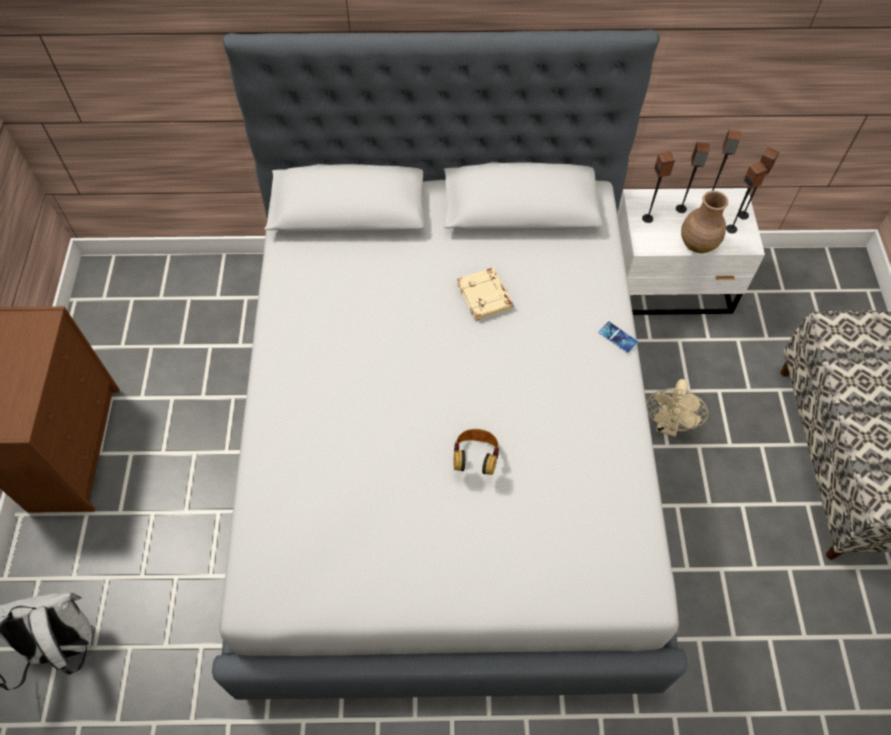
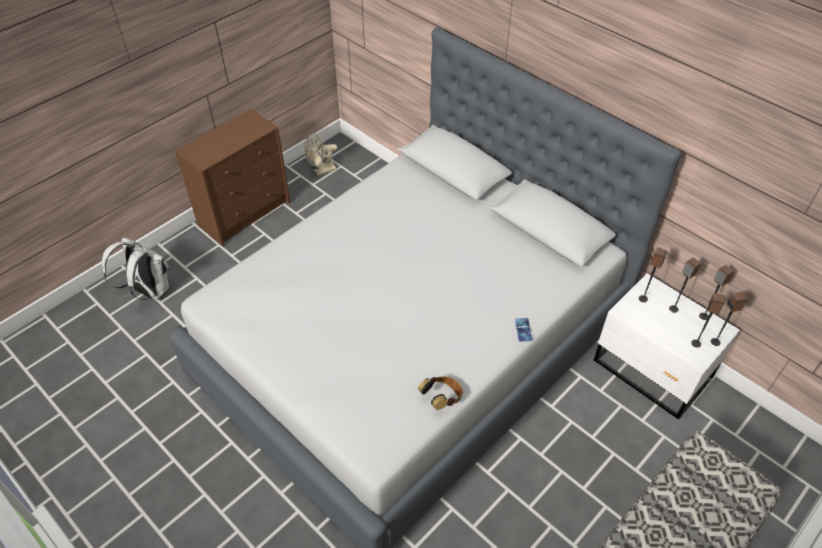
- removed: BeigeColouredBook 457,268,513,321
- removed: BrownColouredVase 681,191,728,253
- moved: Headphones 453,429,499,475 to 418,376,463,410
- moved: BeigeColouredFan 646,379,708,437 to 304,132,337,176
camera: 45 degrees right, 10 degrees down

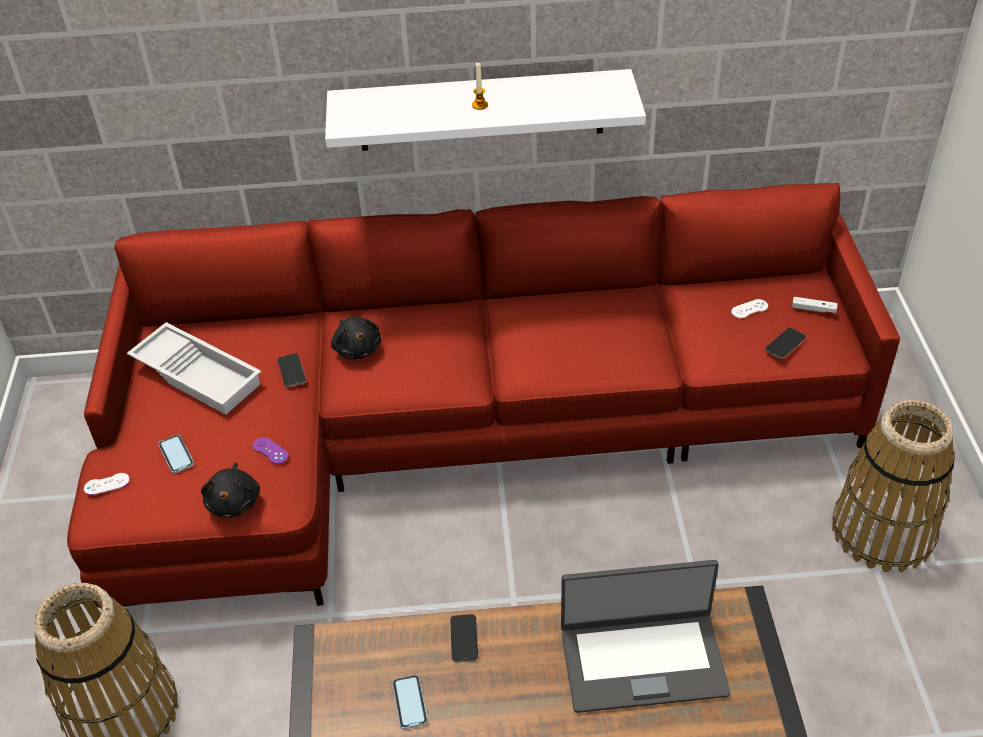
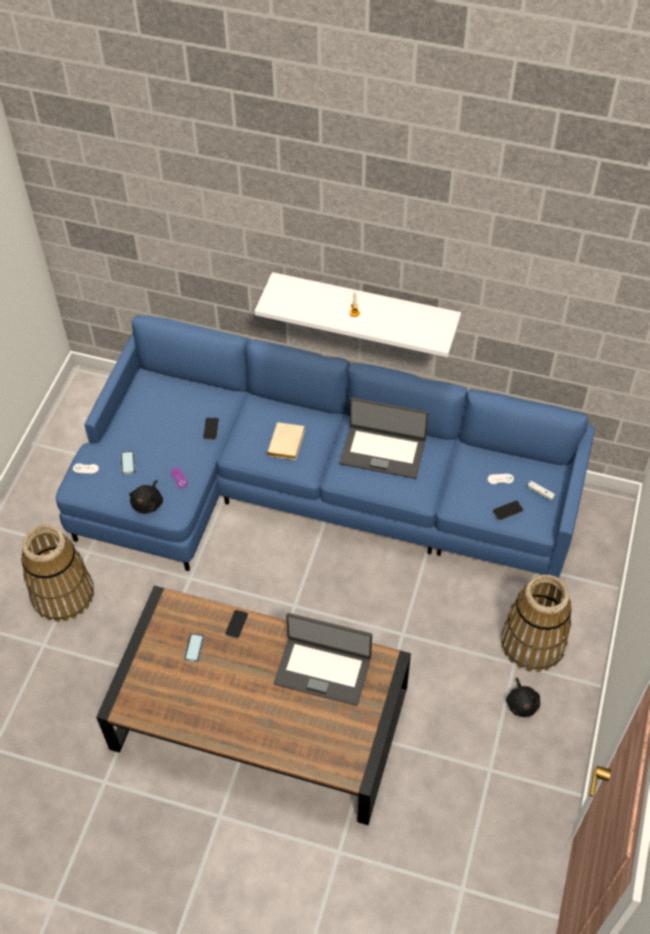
- removed: WhiteColouredCarryingTray 127,322,261,415
- added: BeigeColouredBook 267,422,305,460
- added: NotebookComputer 340,397,428,479
- moved: BlackColouredCuddlyToy 331,317,381,359 to 506,678,540,717
- recoloured: RedColouredSettee 67,183,900,611 to BlueSettee 56,315,595,578
camera: 20 degrees right, 10 degrees up

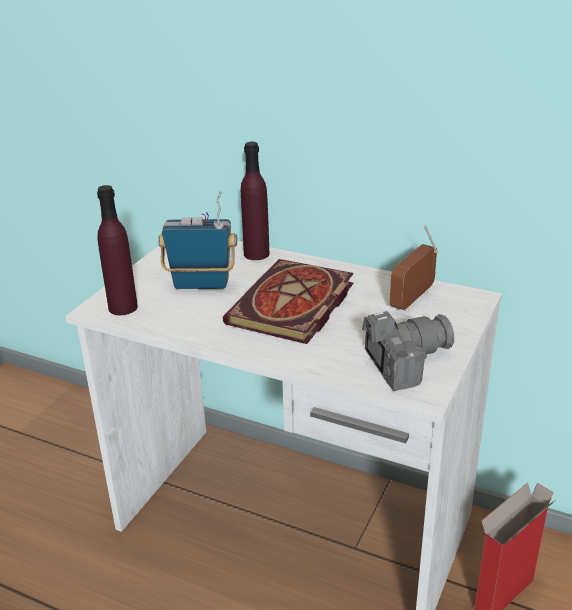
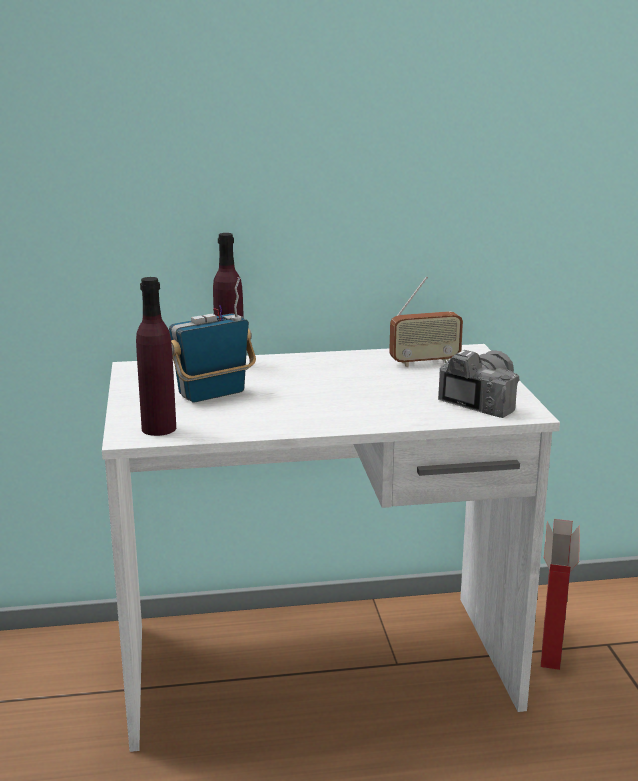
- removed: Book 223,259,354,344
- turned: Radio 390,225,439,312 = 389,276,463,367 105 degrees counterclockwise
camera: 35 degrees left, 10 degrees down

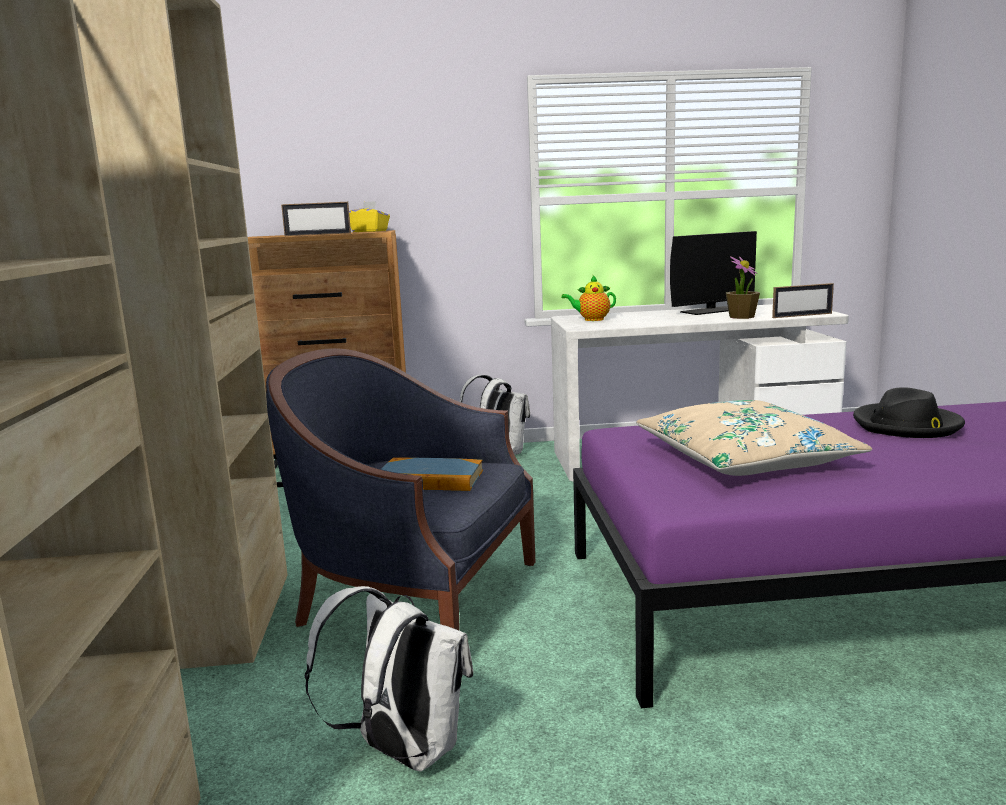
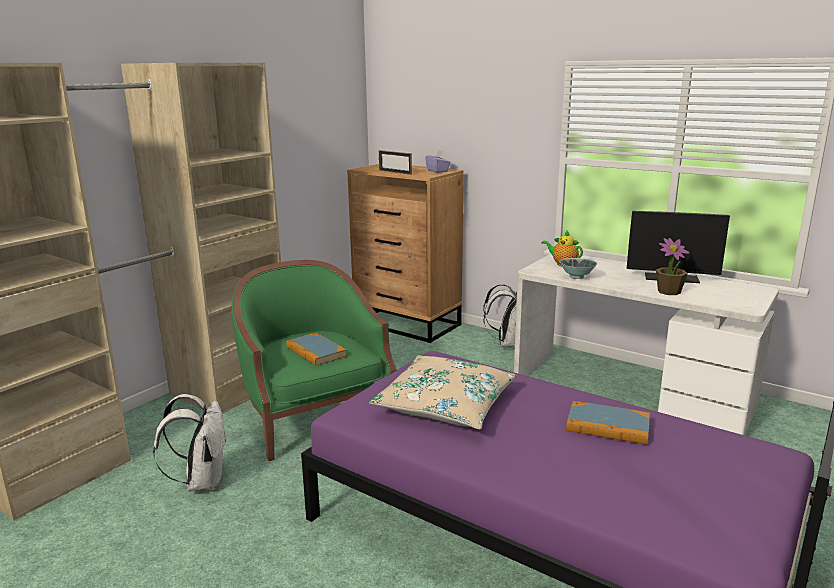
- removed: PhotoFrame 772,283,834,318
- added: Bowl 559,258,597,279
- replaced: BlackColouredClothingHat 853,387,965,438 to Book 566,401,650,444
- recoloured: BlueLoungeChair 266,348,535,631 to GreenLoungeChair 231,260,397,461
- recoloured: YellowColouredBoxOfTissues 349,201,390,232 to PurpleColouredBoxOfTissues 425,150,450,173
camera: 40 degrees right, 5 degrees up

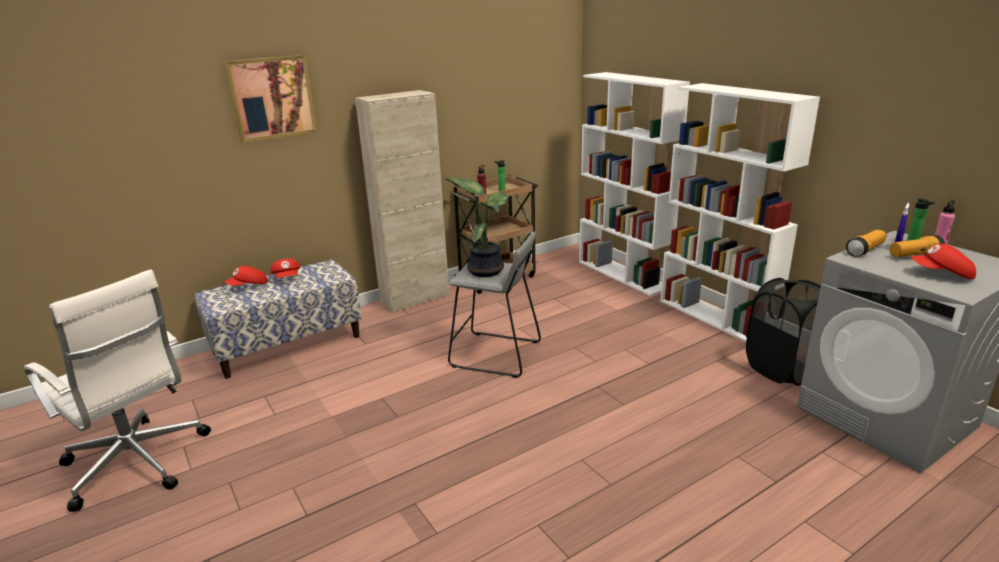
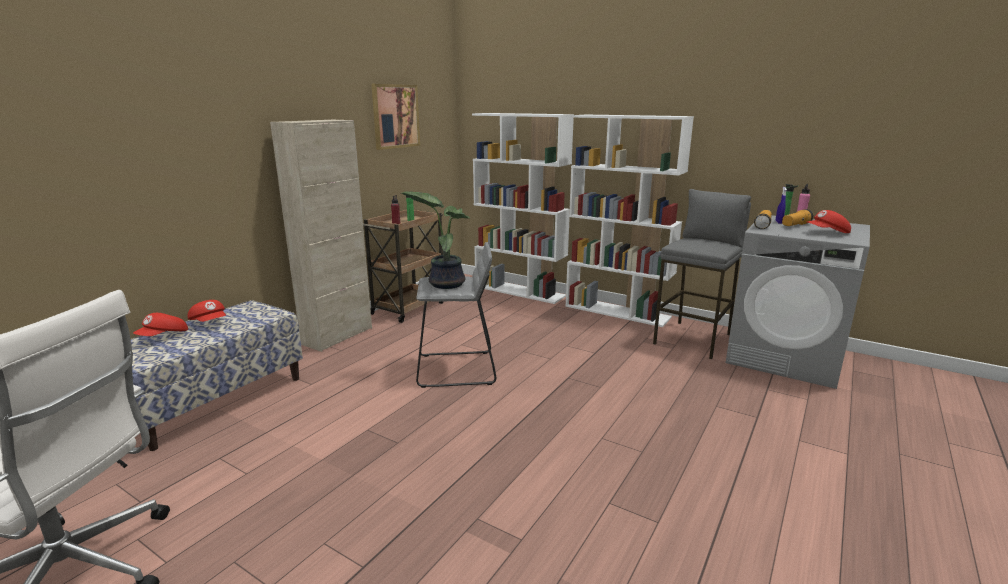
- moved: Picture 225,55,317,143 to 371,84,420,150
- replaced: BlackColouredHamper 746,278,821,386 to GreyishStool 653,189,751,359
camera: 25 degrees left, 5 degrees down

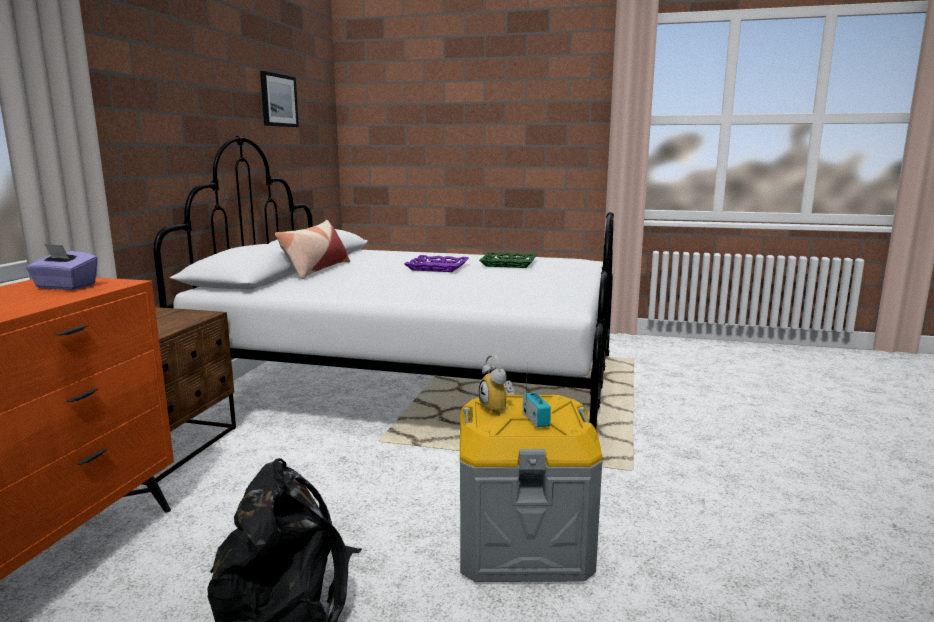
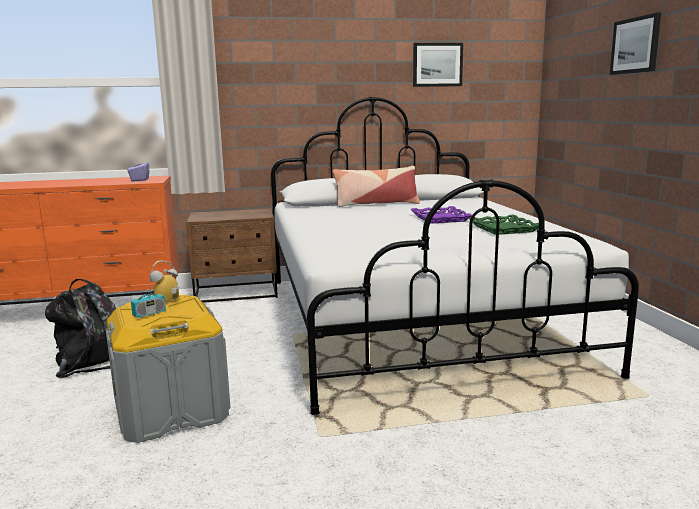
- added: Picture 610,13,661,75
camera: 65 degrees right, 0 degrees up

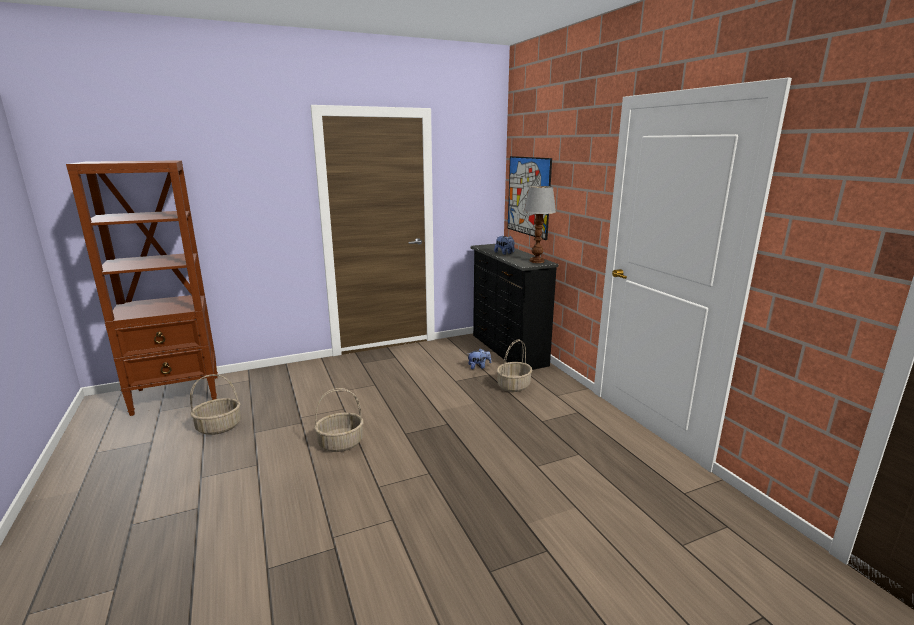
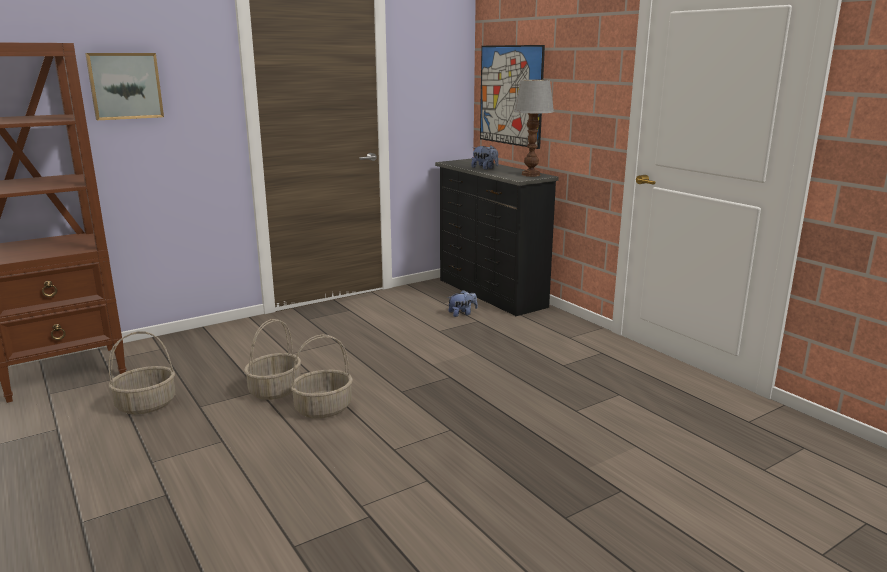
- added: Picture 85,53,164,120
- moved: HouseholdBasket 497,340,532,392 to 244,319,301,400
camera: 10 degrees left, 0 degrees up

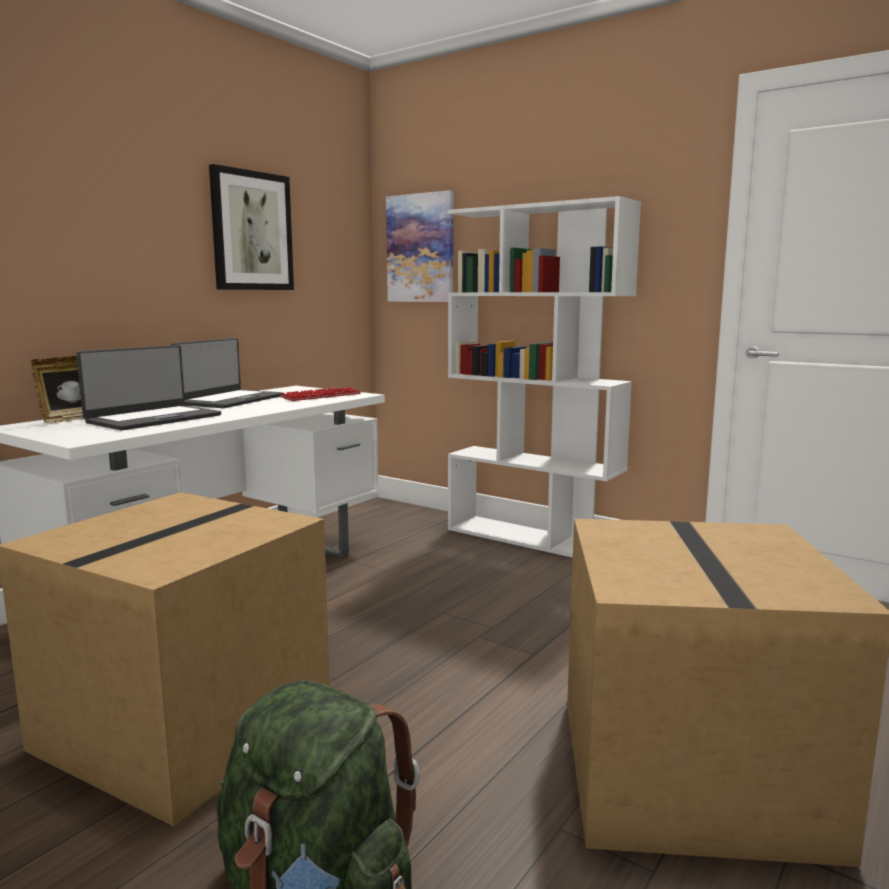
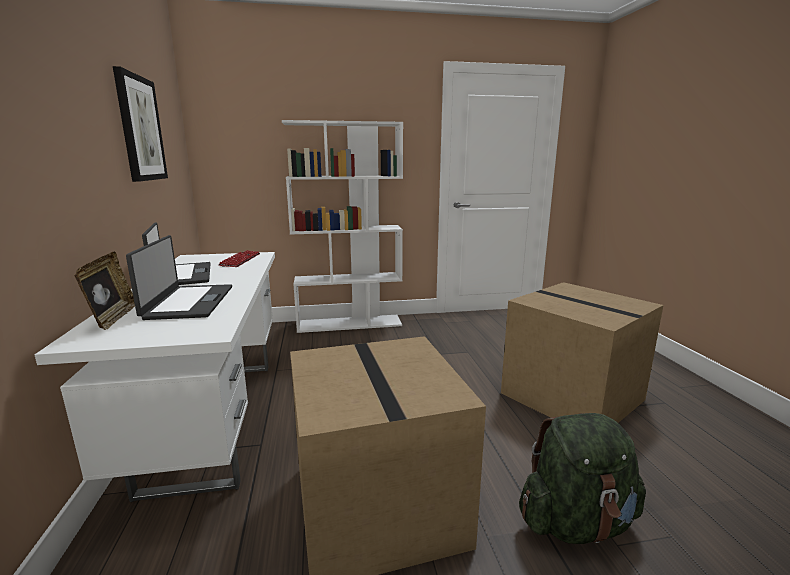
- removed: Picture 386,190,454,302
camera: 45 degrees left, 5 degrees up

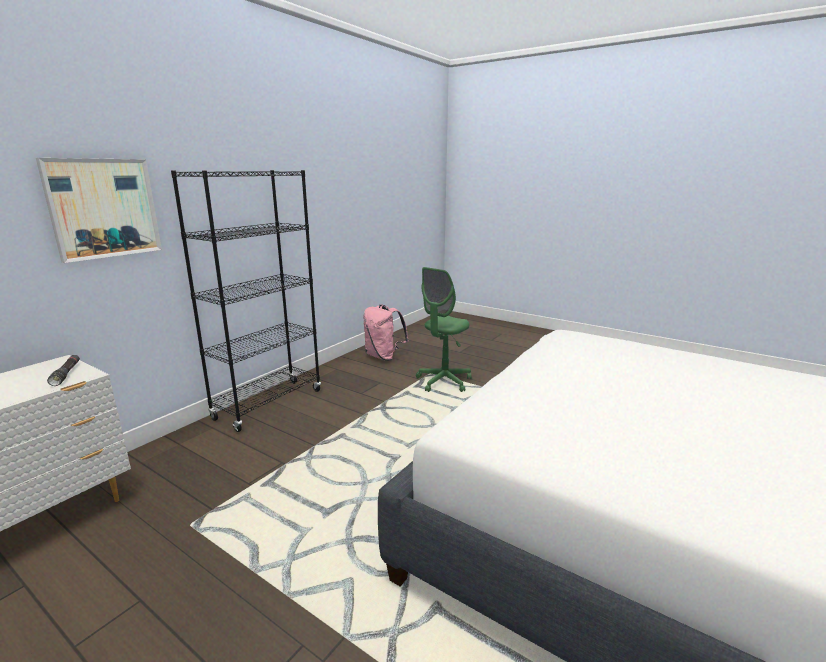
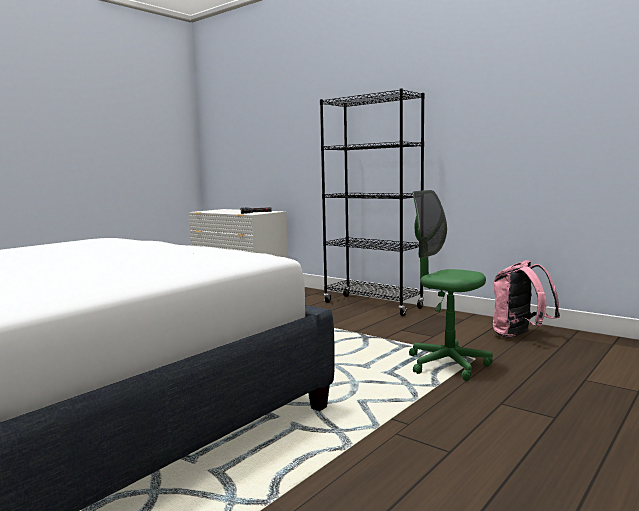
- removed: Picture 36,158,162,263
camera: 95 degrees right, 10 degrees down

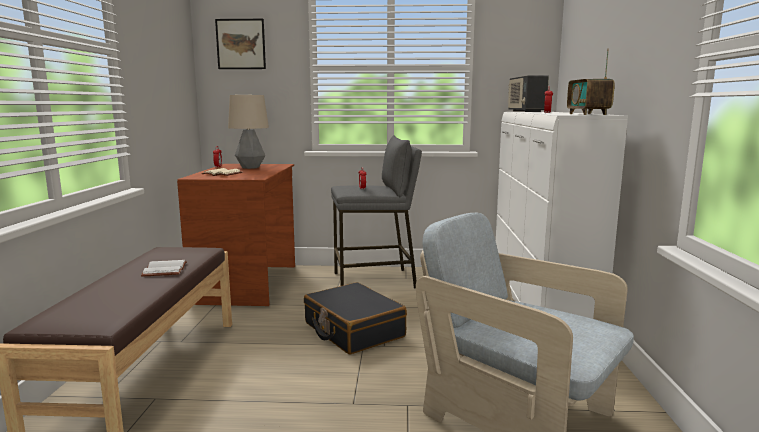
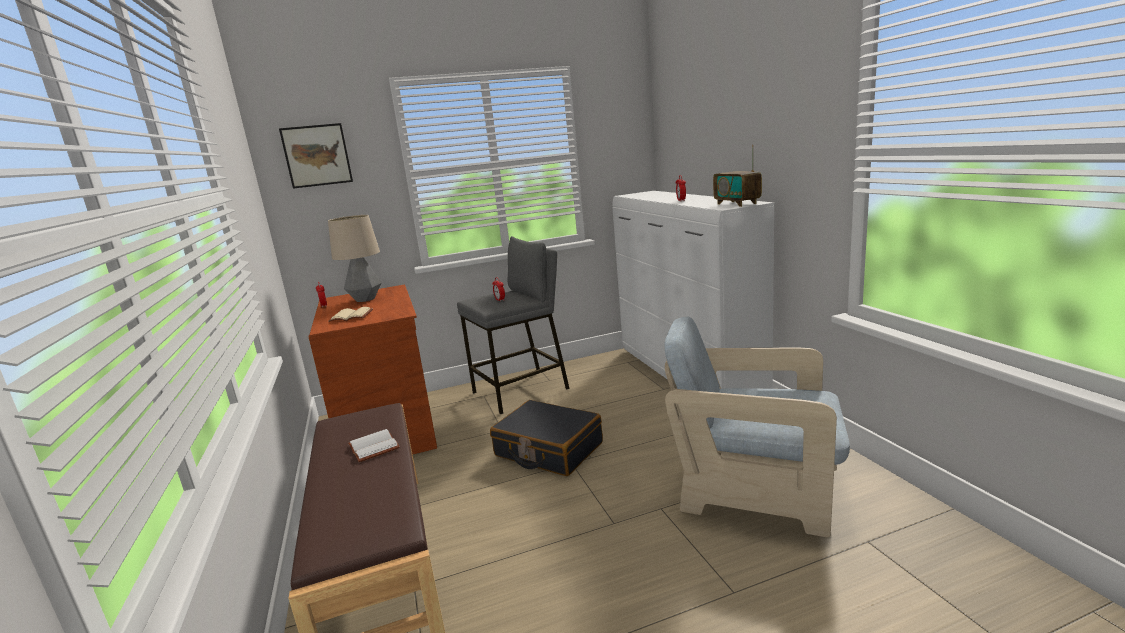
- removed: Radio 508,75,549,112
camera: 20 degrees left, 5 degrees up

